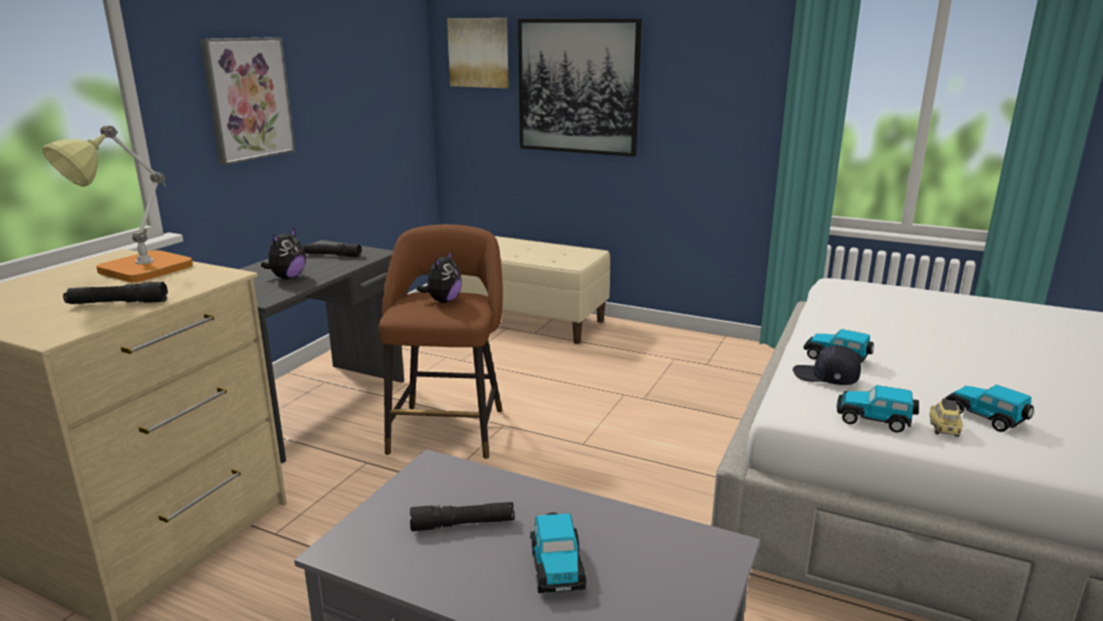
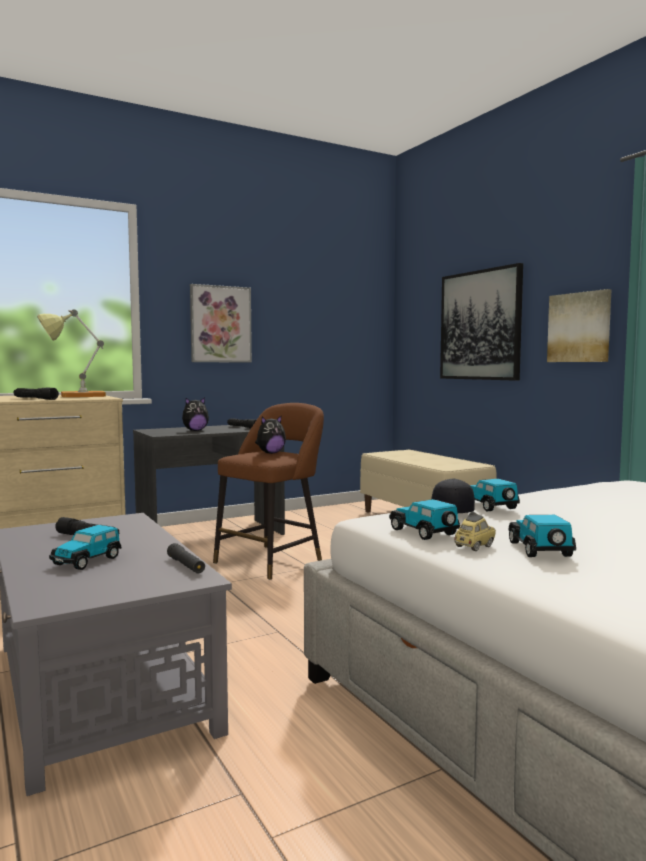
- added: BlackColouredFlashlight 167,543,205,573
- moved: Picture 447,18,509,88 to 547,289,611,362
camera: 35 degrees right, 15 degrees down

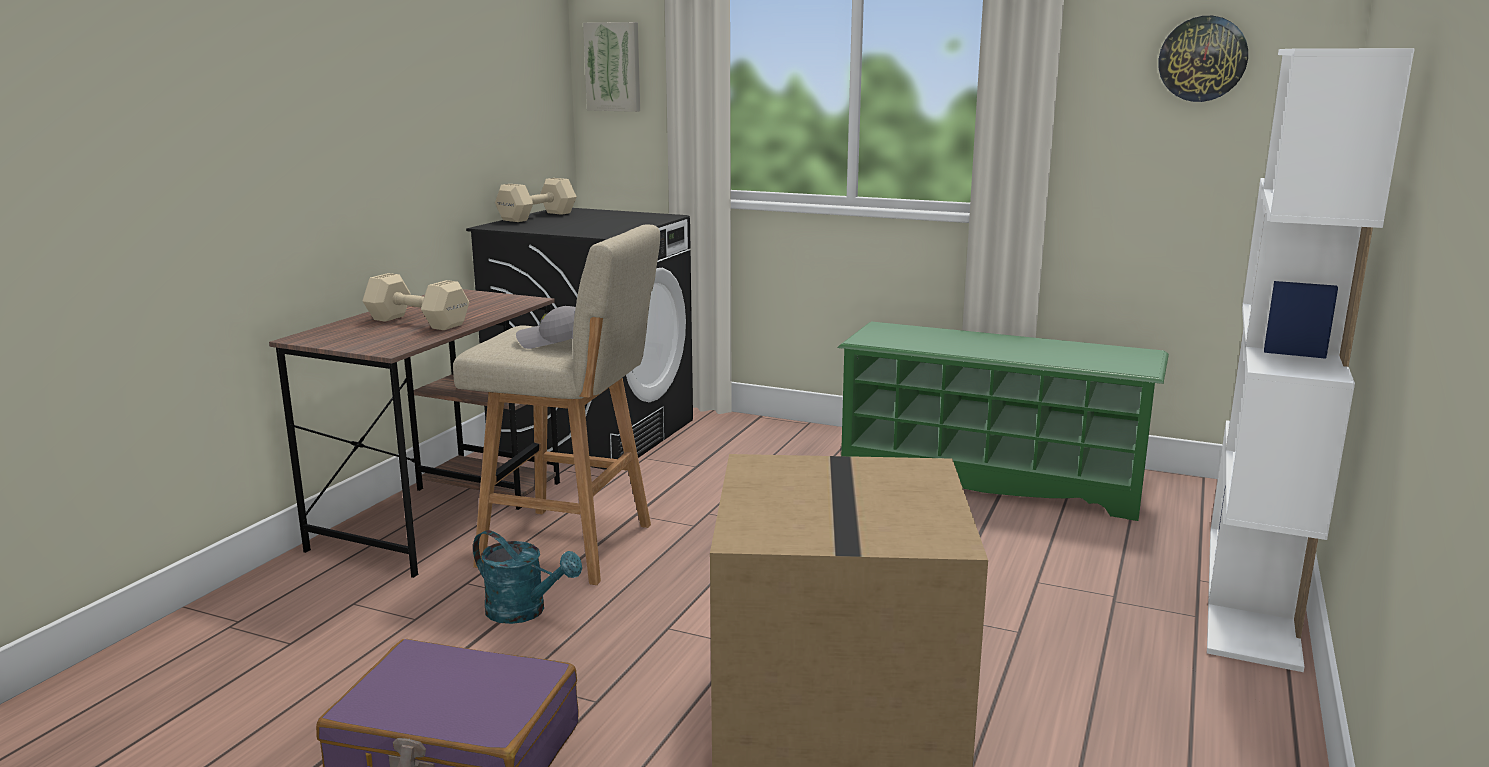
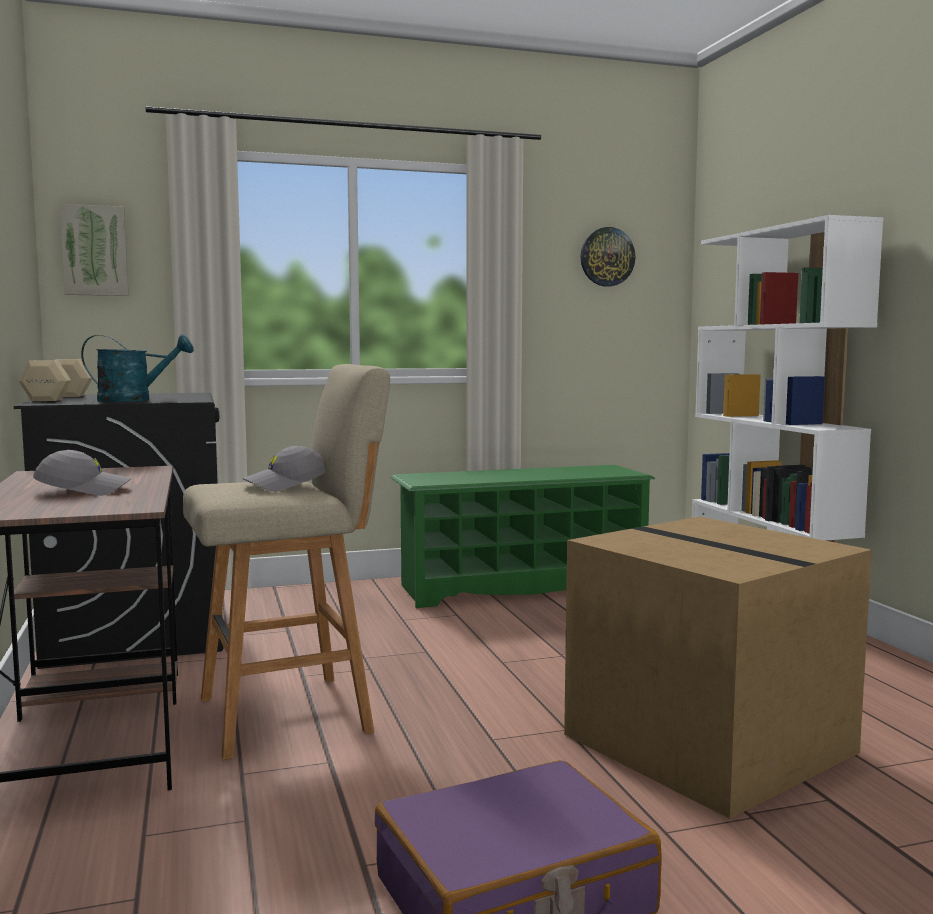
- moved: TurquoiseWateringPot 473,530,582,624 to 81,334,194,402
- replaced: BeigeColouredHandWeight 363,273,469,330 to GreyishPeakedCap 33,450,131,496
camera: 40 degrees left, 10 degrees down

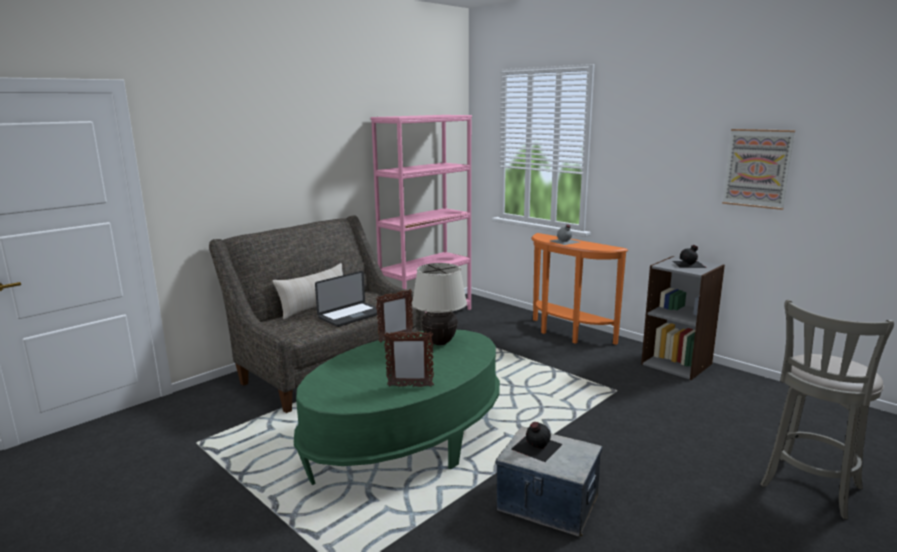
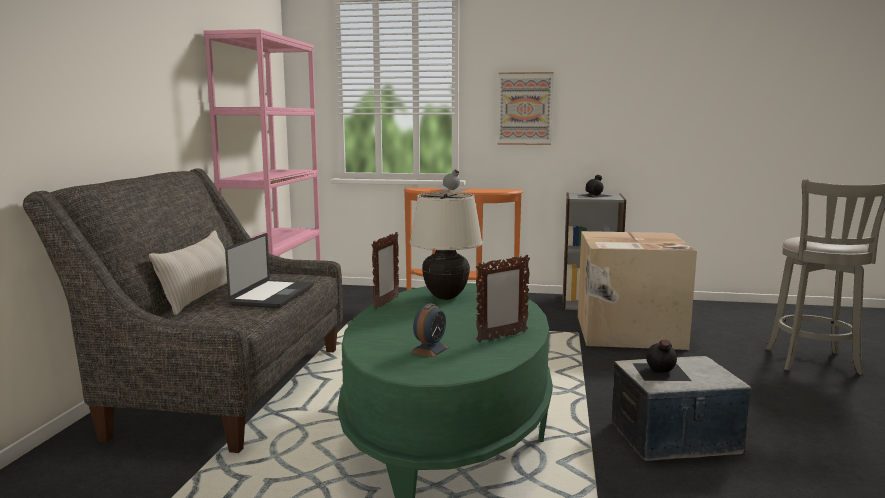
- added: TableClock 410,303,449,358
- added: CardboardBox 578,231,697,350
- moved: Picture 722,129,795,210 to 497,72,554,145
camera: 35 degrees left, 5 degrees down

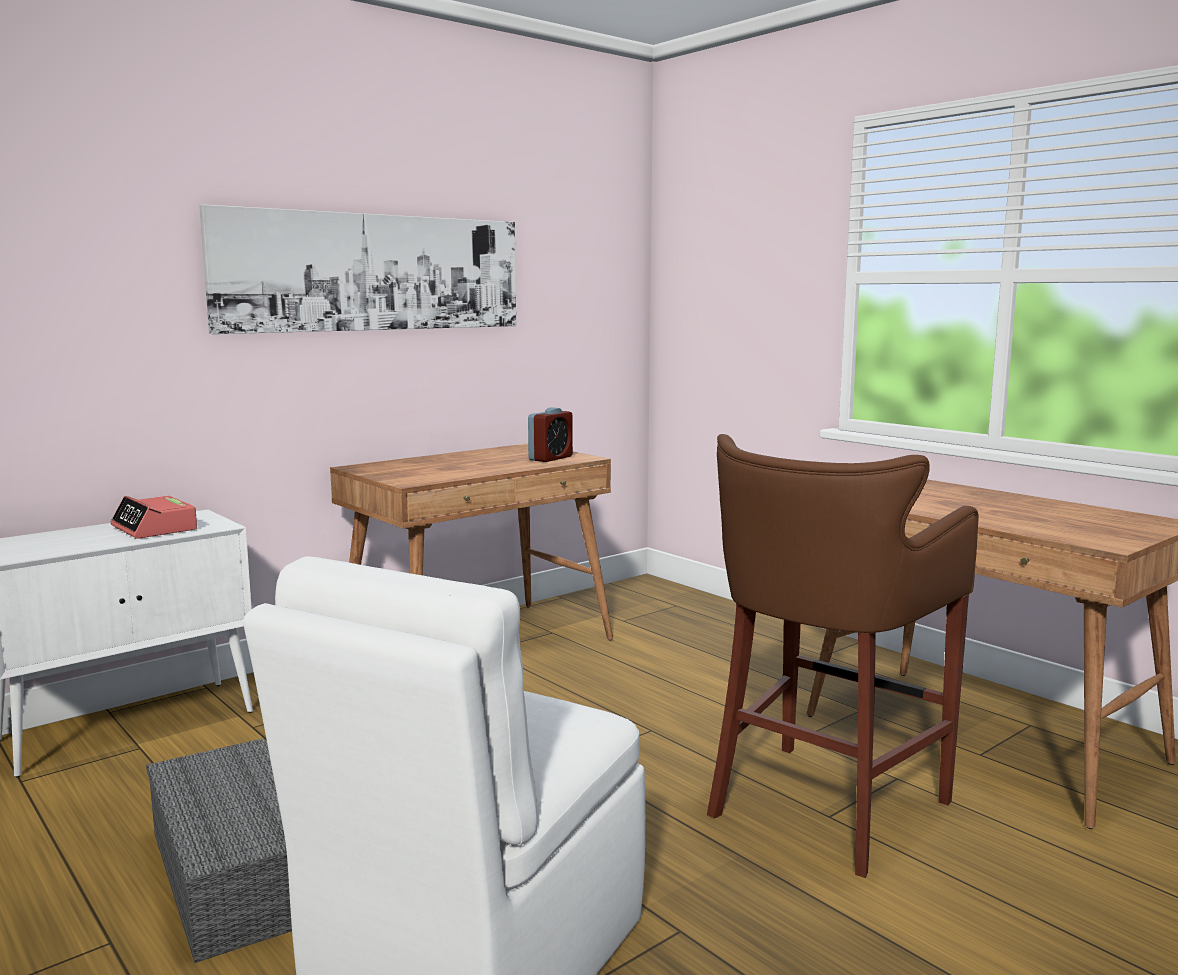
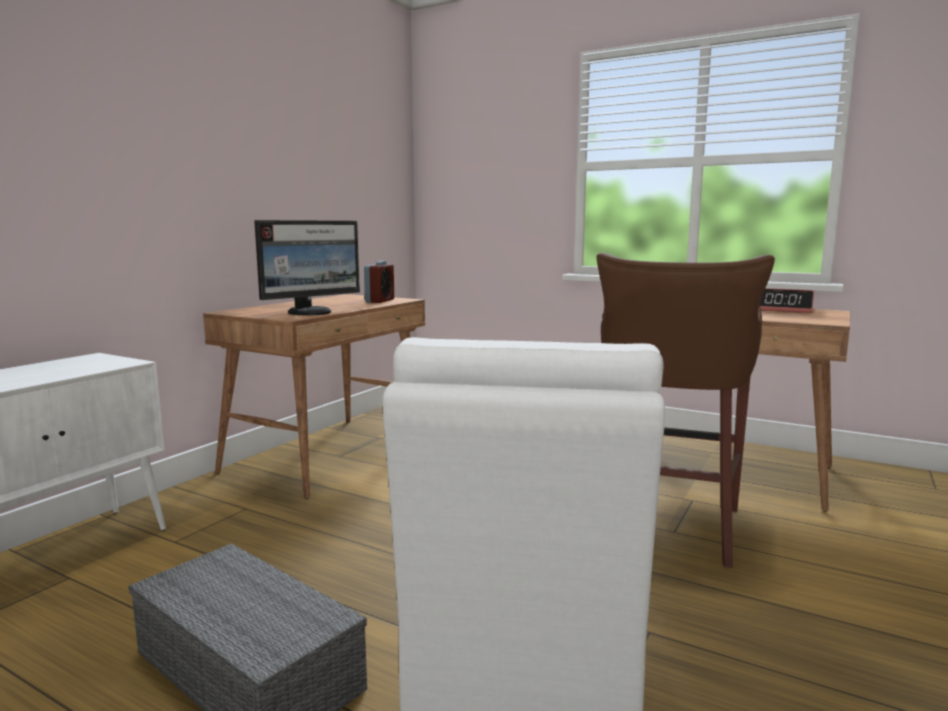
- removed: Picture 199,204,516,334
- added: Monitor 254,220,360,315
- moved: TableClock 110,496,197,539 to 760,288,814,313
camera: 20 degrees left, 0 degrees up

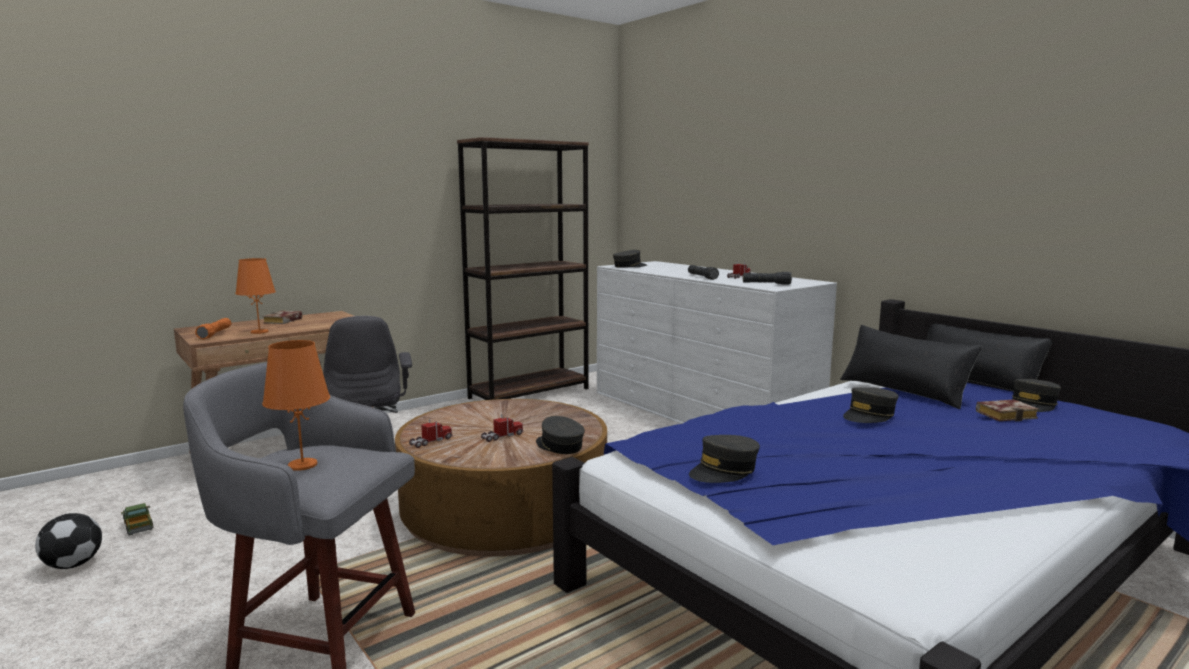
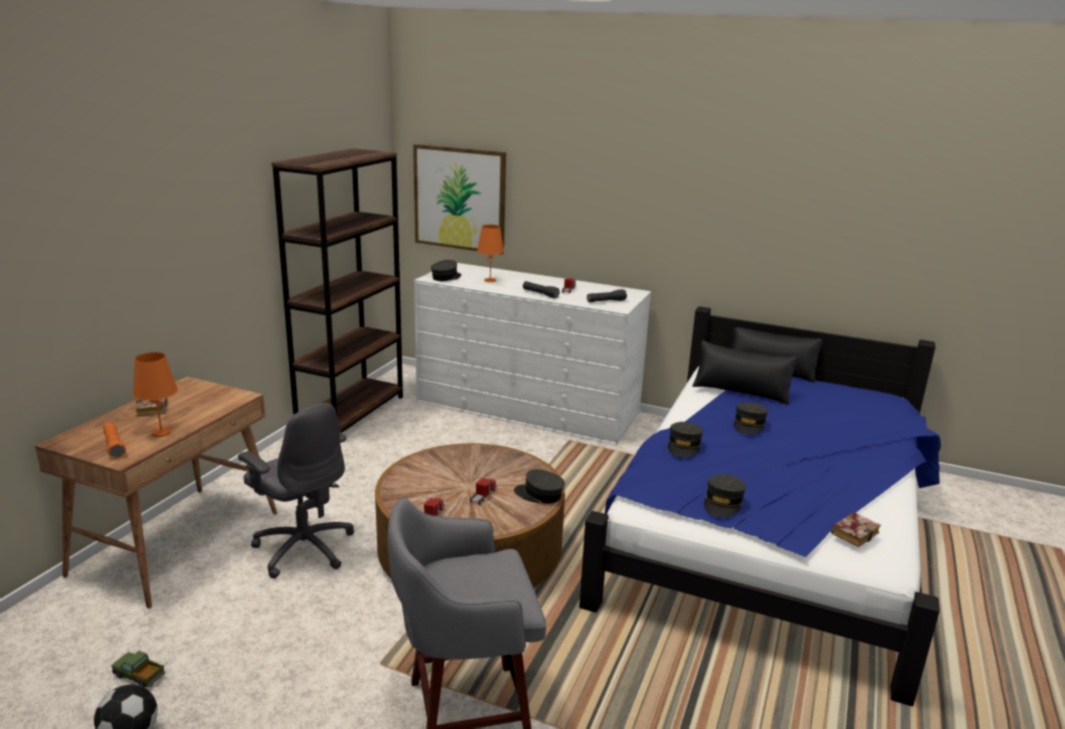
- added: Picture 413,144,506,255
- moved: OrangeTabletopLamp 262,340,330,471 to 477,224,504,282
- moved: Book 976,399,1039,421 to 831,512,881,547
- moved: GreyishPeakedCap 1012,379,1061,412 to 668,422,703,458
camera: 30 degrees left, 10 degrees up

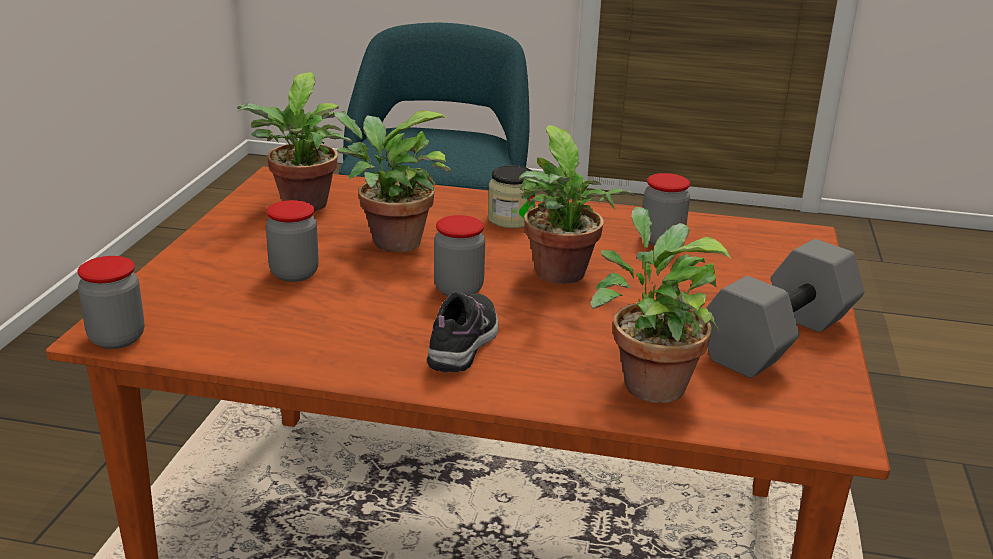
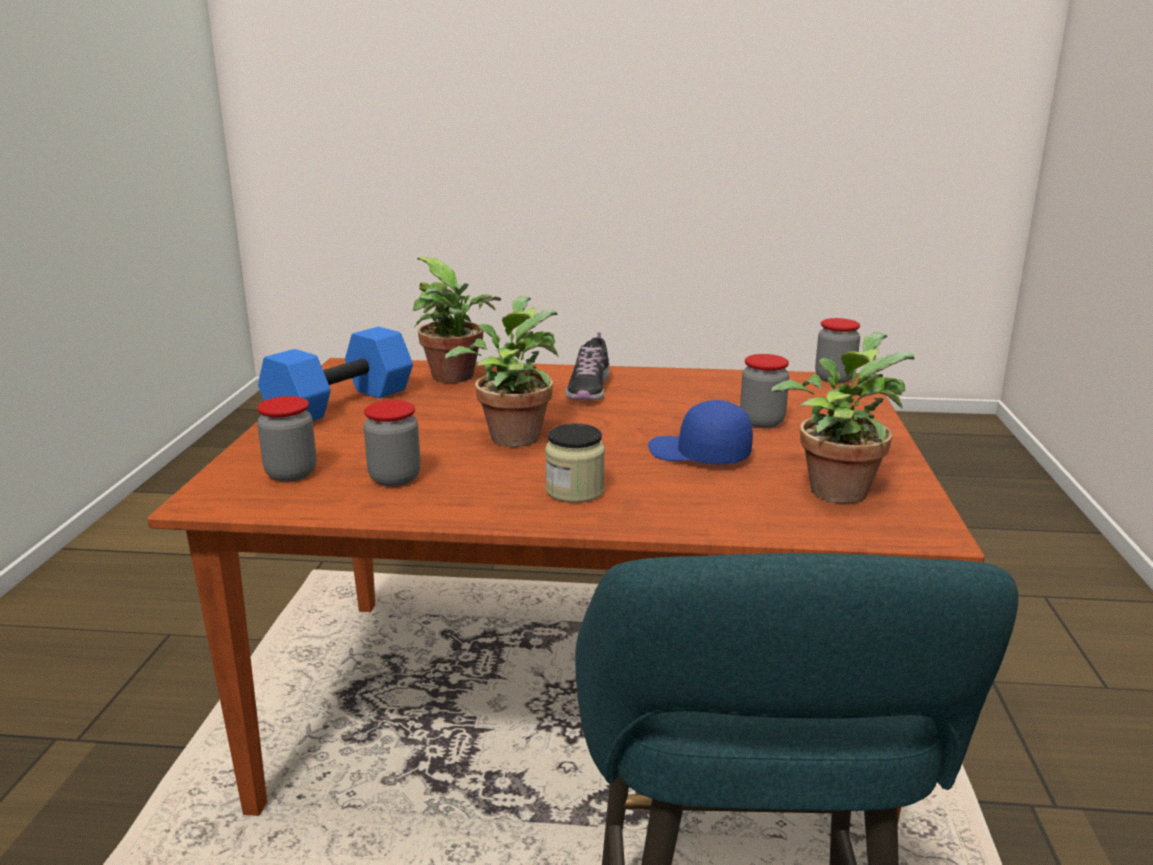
- moved: Jar 434,215,485,296 to 257,396,317,482
- replaced: PottedPlant 333,110,451,252 to BluePeakedCap 648,400,753,464
- recoloured: GreyishHandWeight 707,239,864,378 to BlueHandWeight 258,327,413,421
camera: 175 degrees right, 5 degrees down

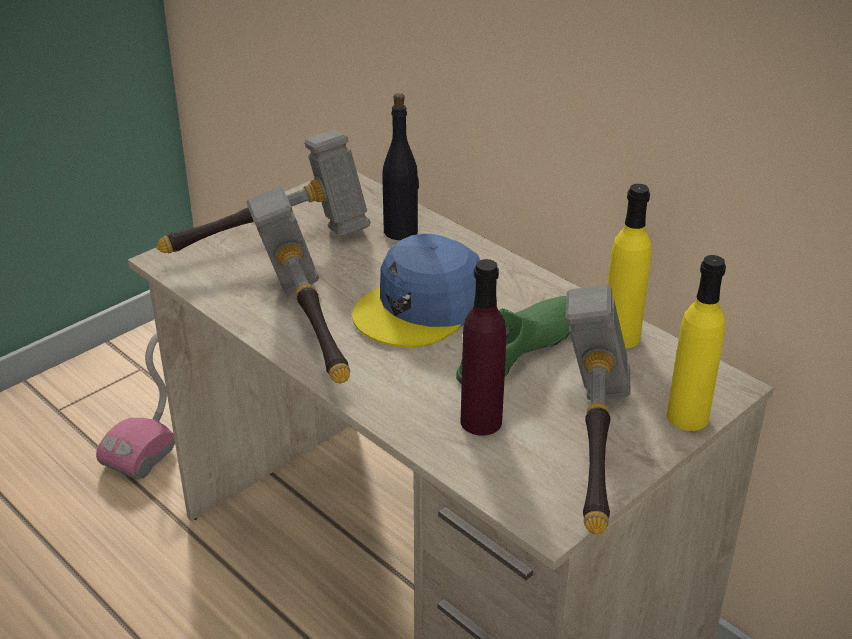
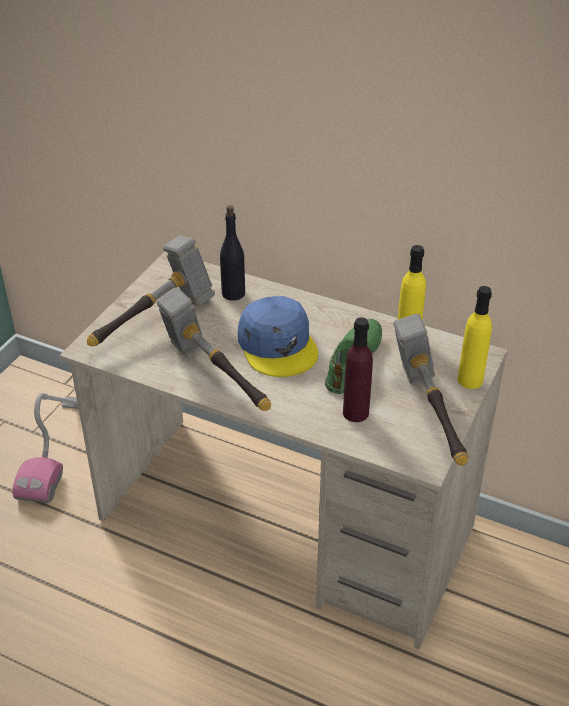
- turned: BluePeakedCap 352,234,480,347 = 238,296,318,377 45 degrees counterclockwise
camera: 20 degrees left, 5 degrees up

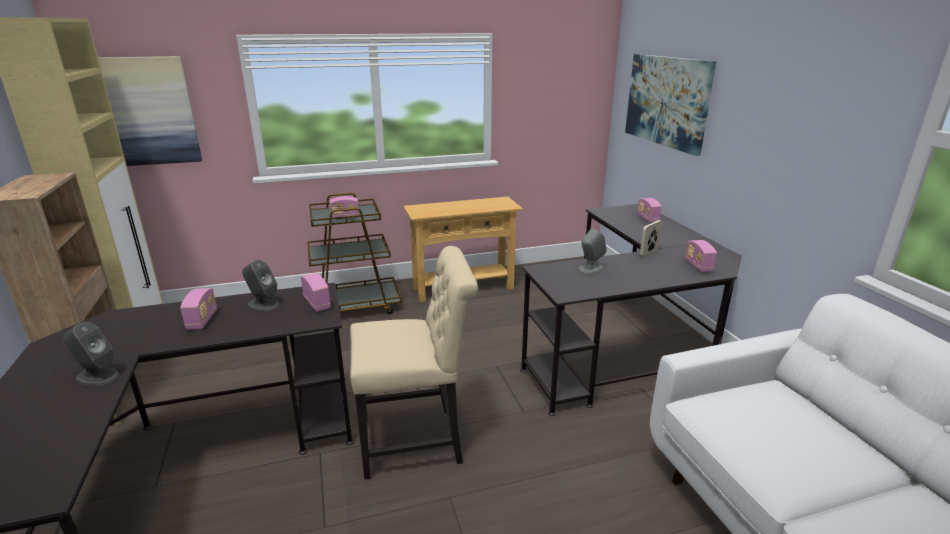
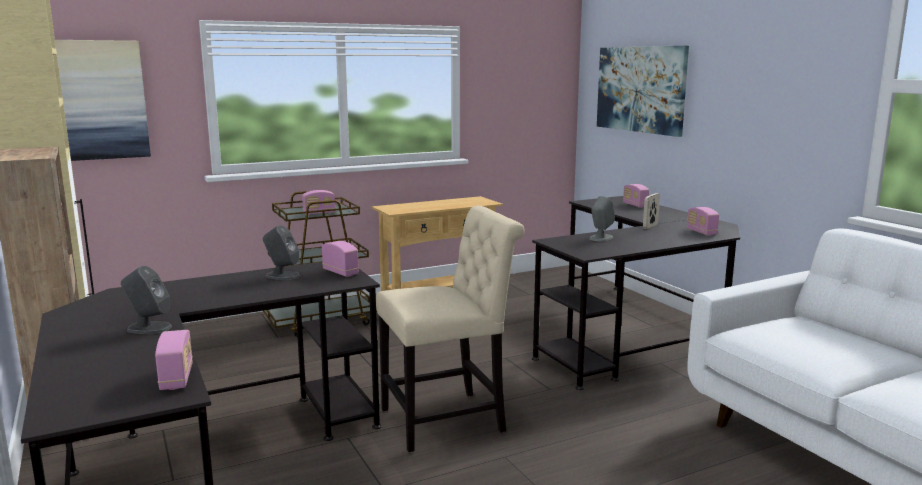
- moved: Radio 180,288,217,329 to 155,330,193,390
camera: 10 degrees left, 10 degrees down

